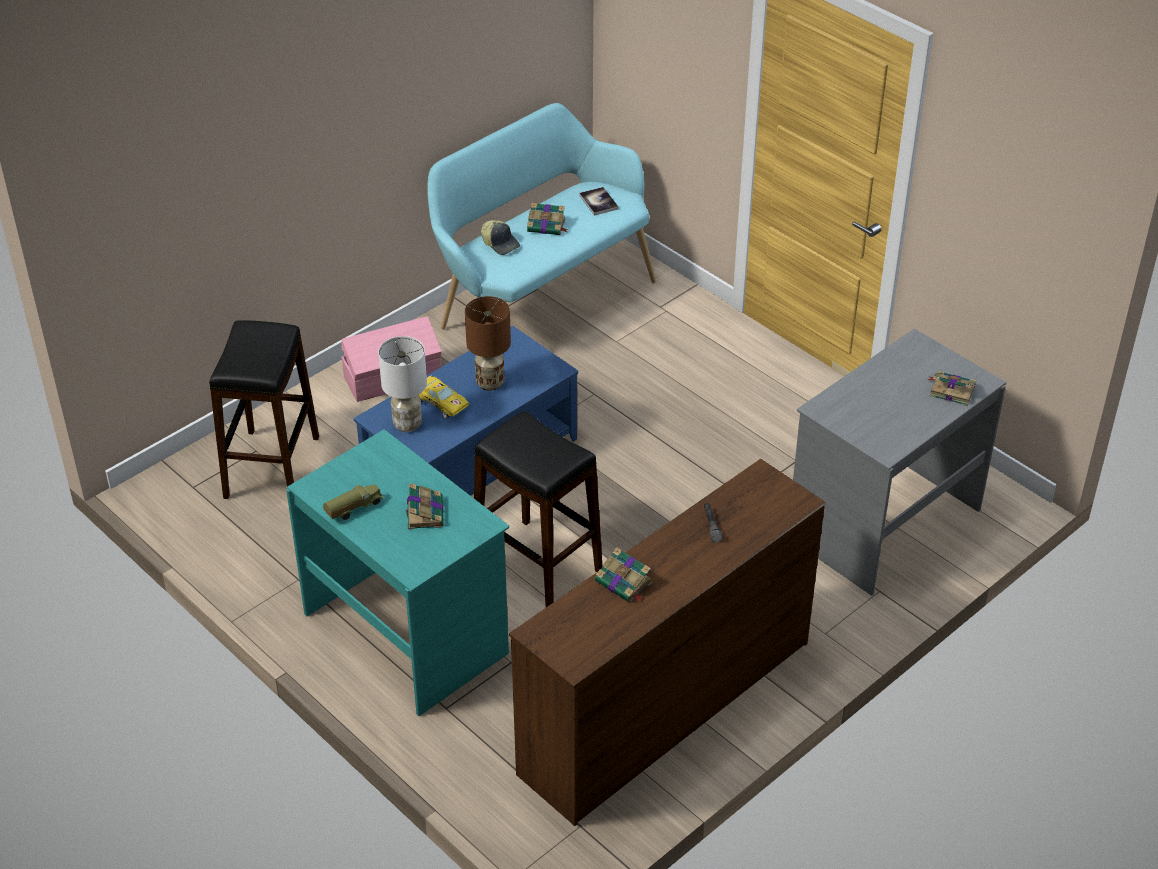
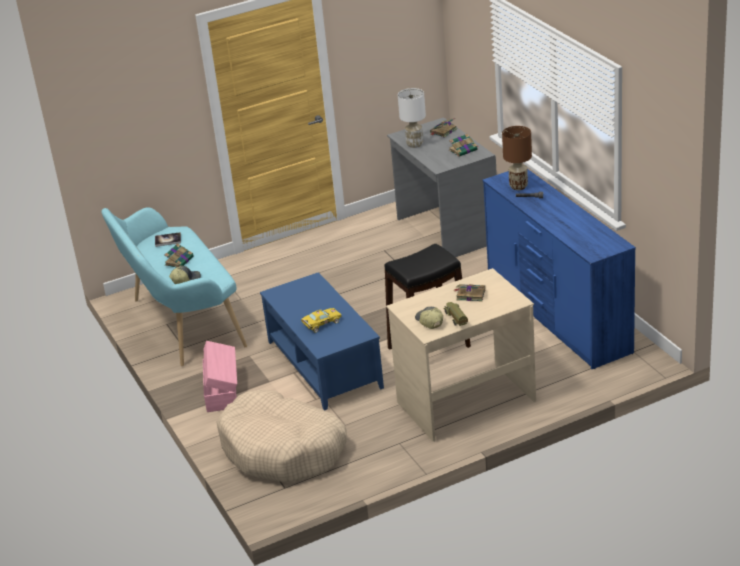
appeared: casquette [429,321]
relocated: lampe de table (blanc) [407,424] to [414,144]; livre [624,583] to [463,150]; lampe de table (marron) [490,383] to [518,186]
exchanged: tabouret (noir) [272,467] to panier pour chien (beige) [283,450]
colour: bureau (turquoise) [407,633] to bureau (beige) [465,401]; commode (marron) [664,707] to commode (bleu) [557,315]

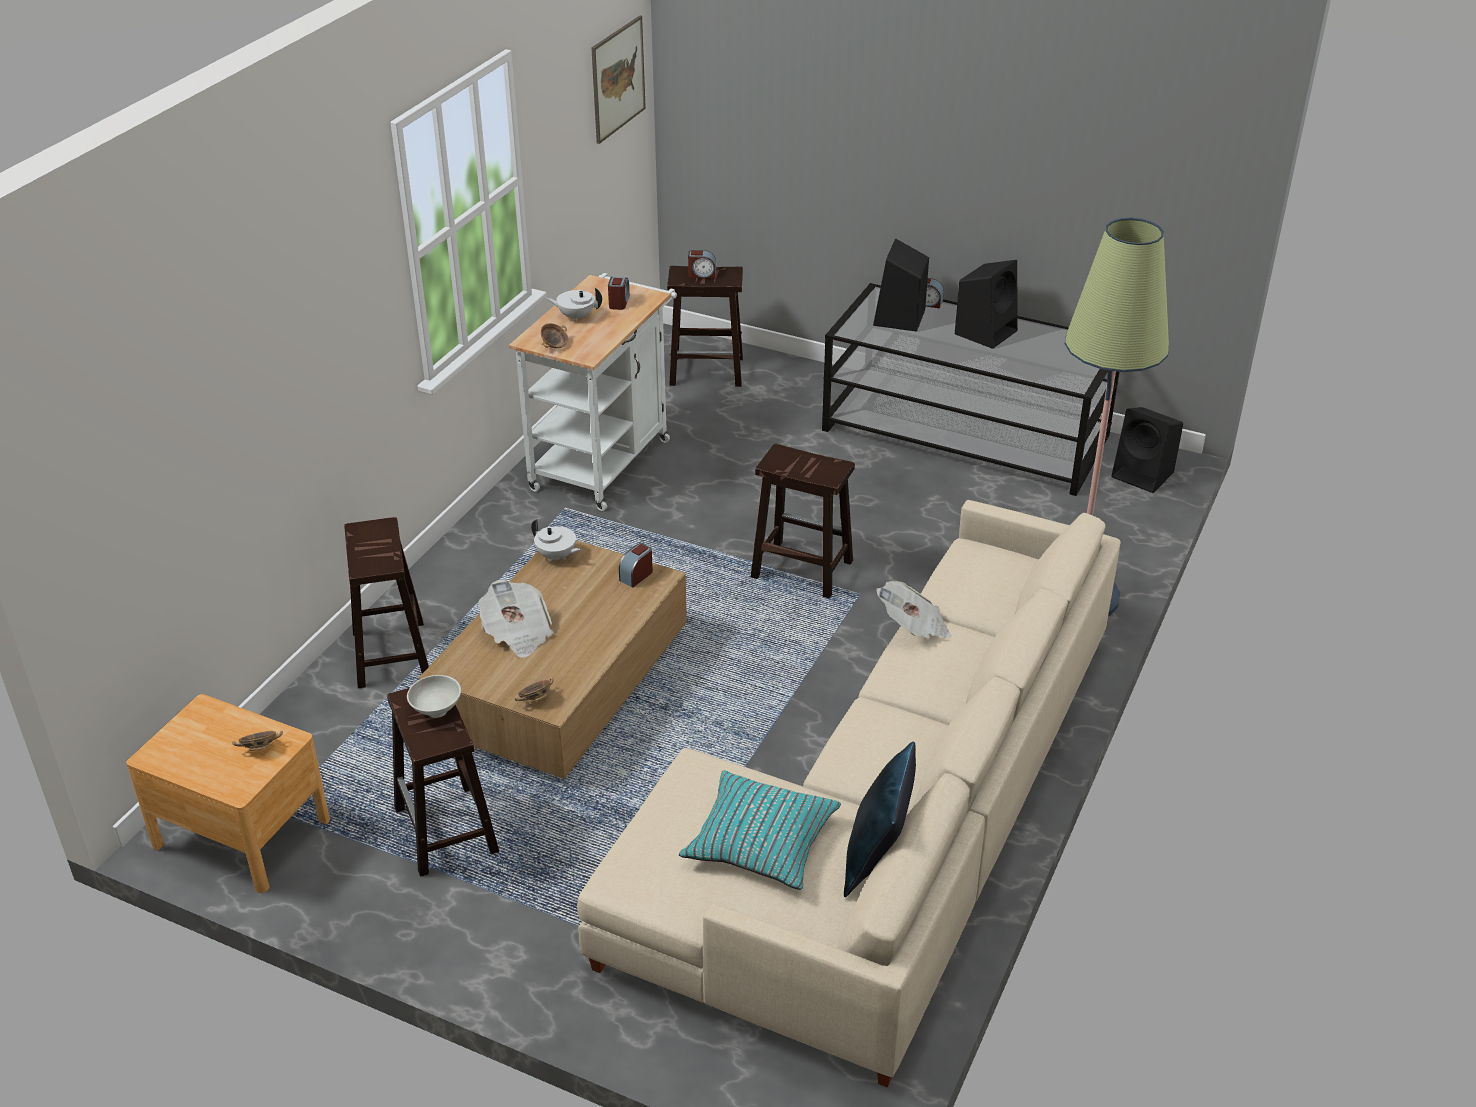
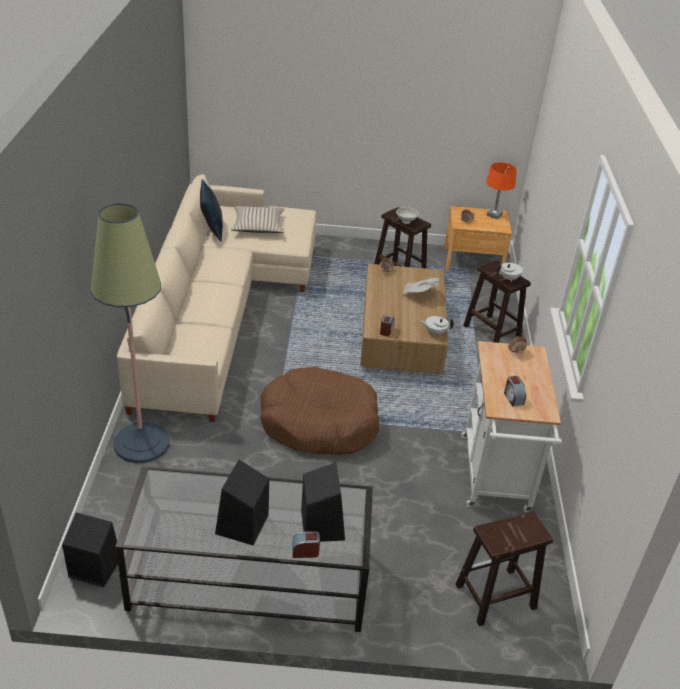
missing: tableau [618,79]; réveil [702,274]; journal [913,627]
appeared: lampe de table (orange) [494,215]
relocated: théière (blanc) [576,316] to [509,278]
exchanged: tabouret (marron) [800,569] to panier pour chien (marron) [319,423]
colour: coussin (turquoise) [760,841] to coussin (beige) [258,225]

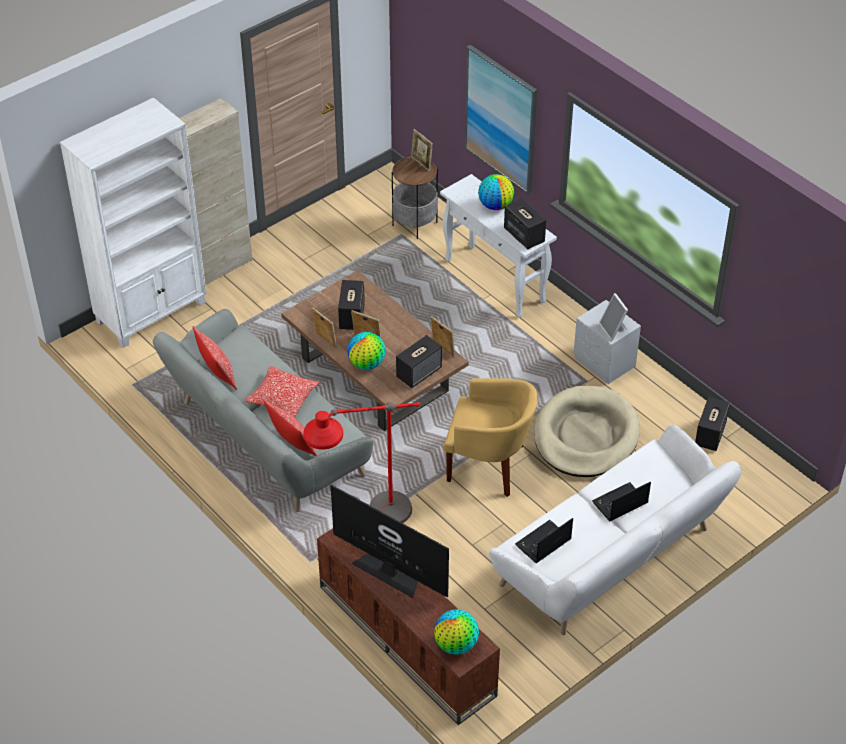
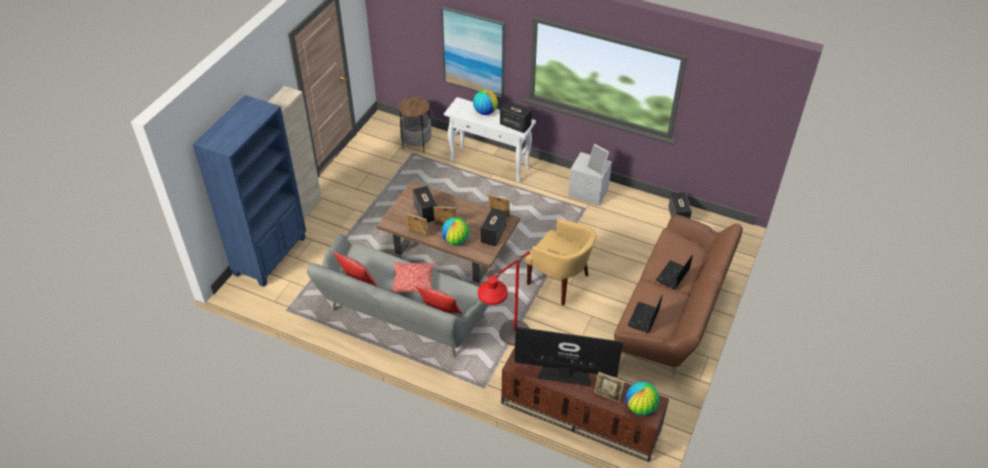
missing: panier pour chien (beige) [586,436]
relocated: cadre photo [421,163] to [607,396]
colour: bibliothèque (blanc) [152,312] to bibliothèque (bleu) [271,256]; canapé (blanc) [611,559] to canapé (marron) [671,315]
spun: fauteuil (jaune) [489,465] = [559,282] 45 degrees clockwise

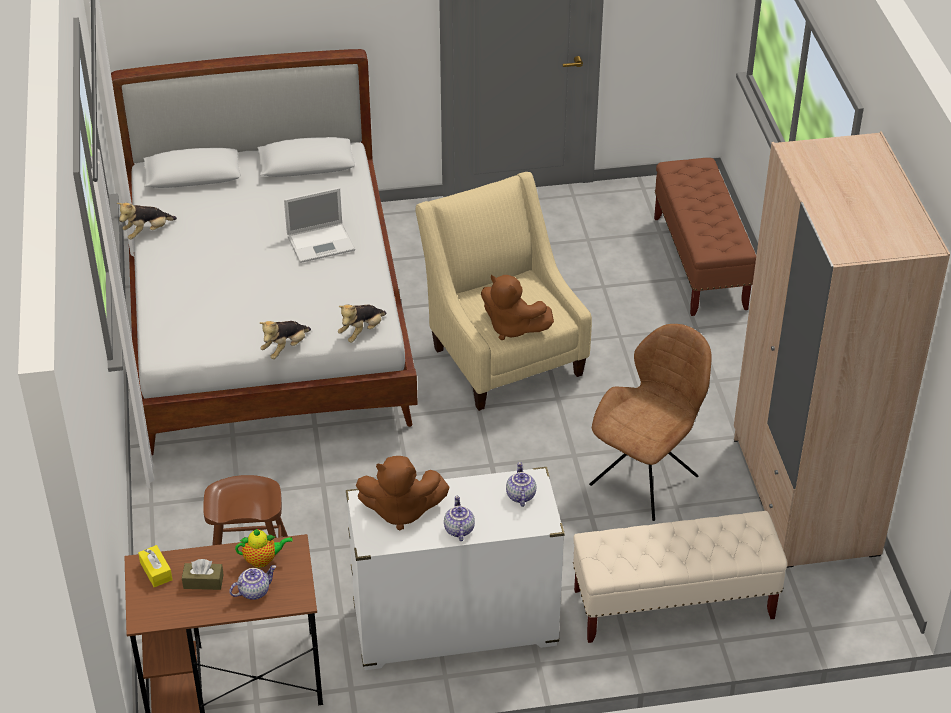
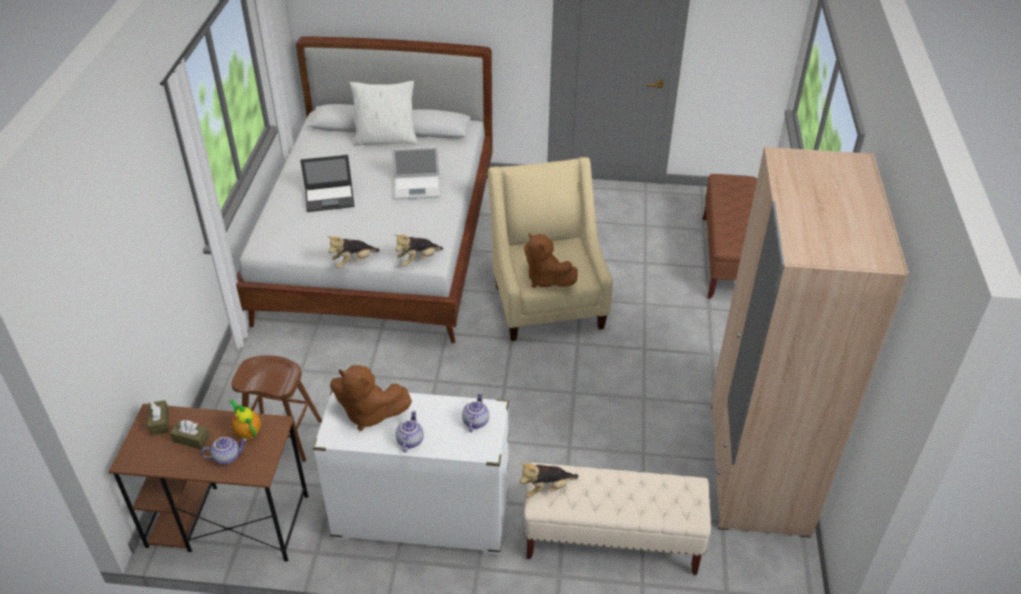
missing: chaise (marron) [646,478]
appeared: ordinateur portable [330,198]; coussin (blanc) [386,139]
relocated: peluche [147,232] to [546,488]
colour: boîte à mouchoirs (jaune) [156,571] to boîte à mouchoirs (marron) [159,422]
spun: théière [263,560] = [247,431] 135 degrees counterclockwise

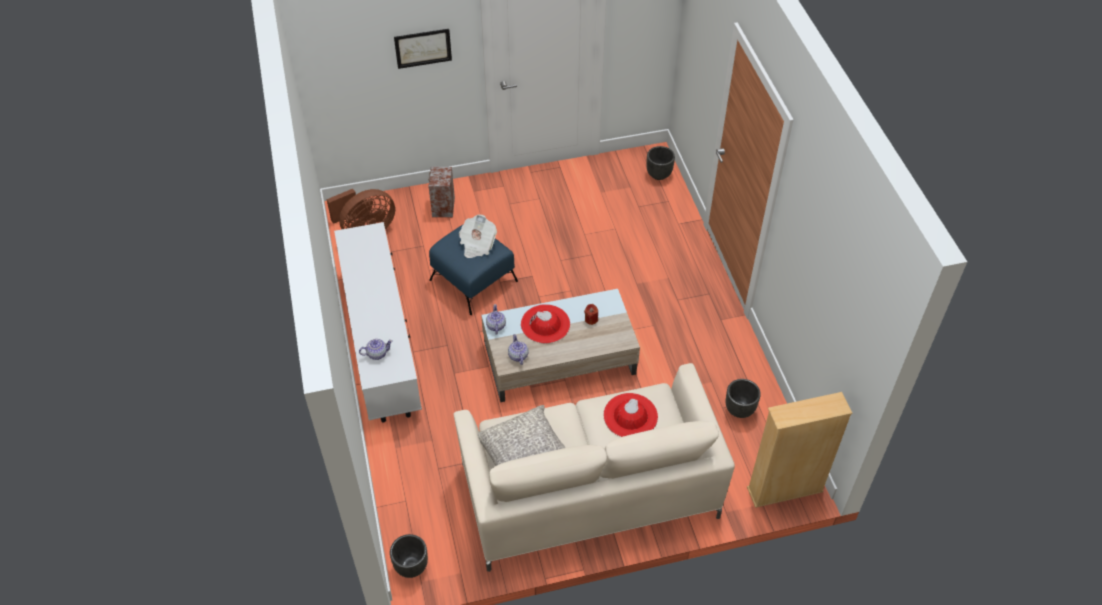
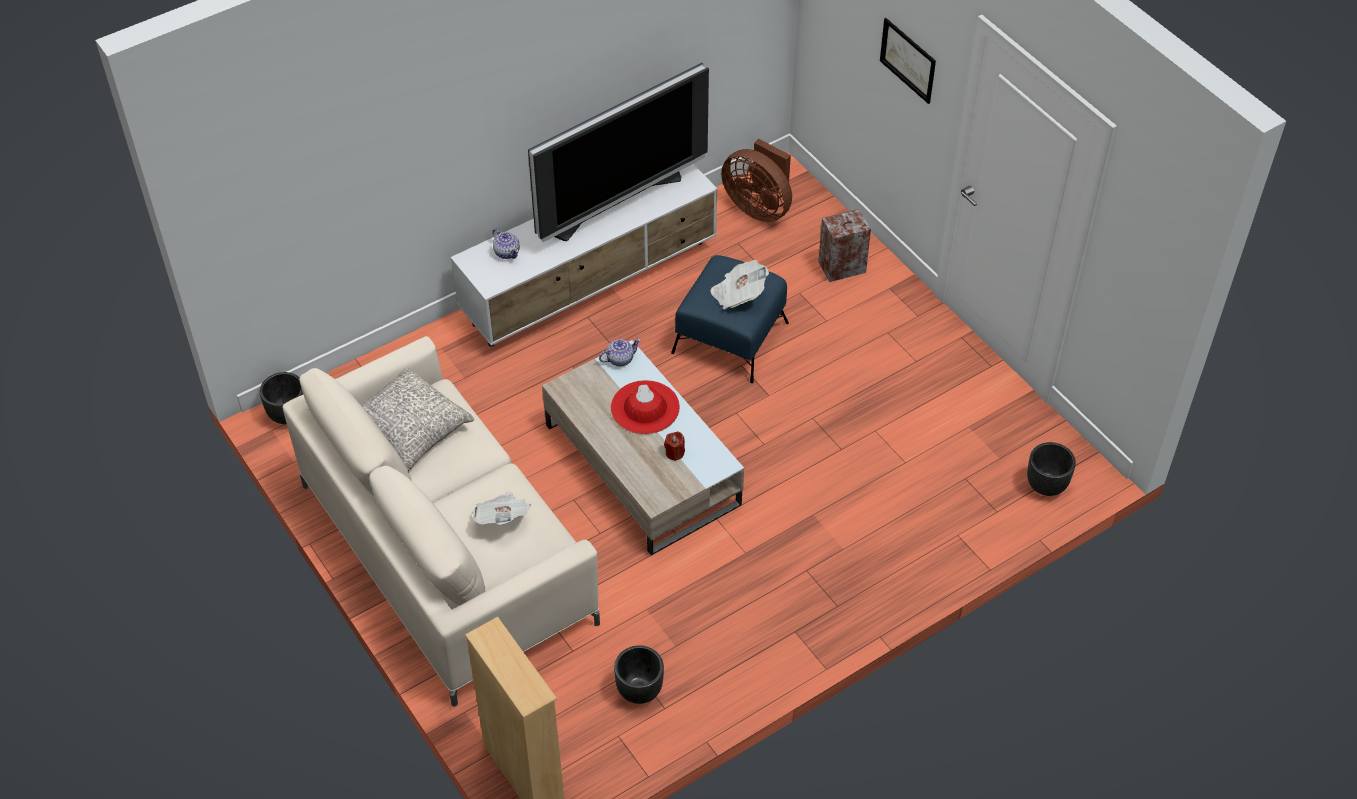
missing: théière [518,356]
appeared: téléviseur [616,202]
exchanged: chapeau (rouge) [630,416] to journal [502,518]

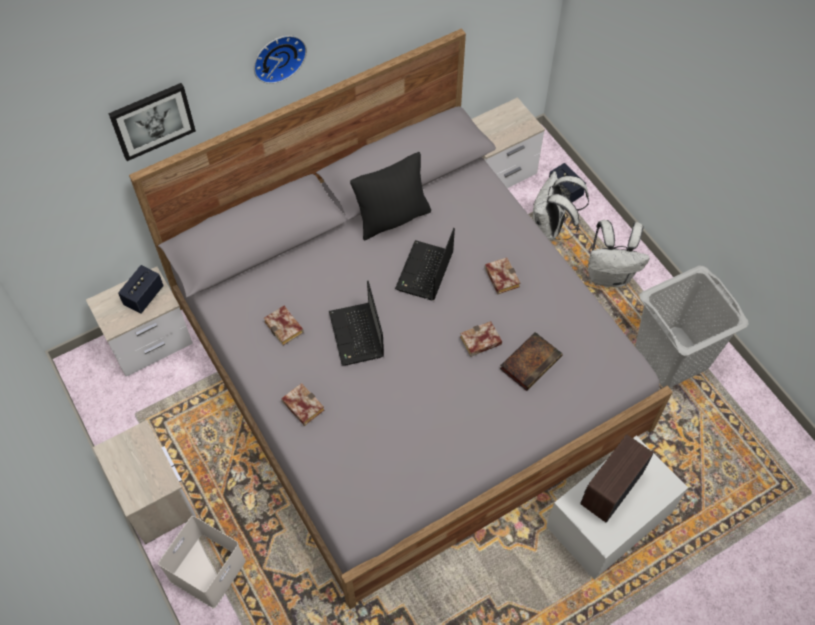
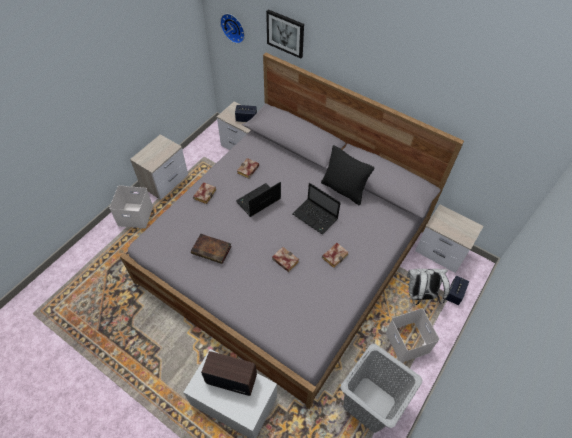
relocated: livre [531,362] to [212,250]; horloge murale [278,56] to [234,27]
exchanged: sac à dos (blanc) [609,275] to boîte de rangement (blanc) [408,342]
spun: ordinateur portable [424,273] = [316,217] 135 degrees counterclockwise

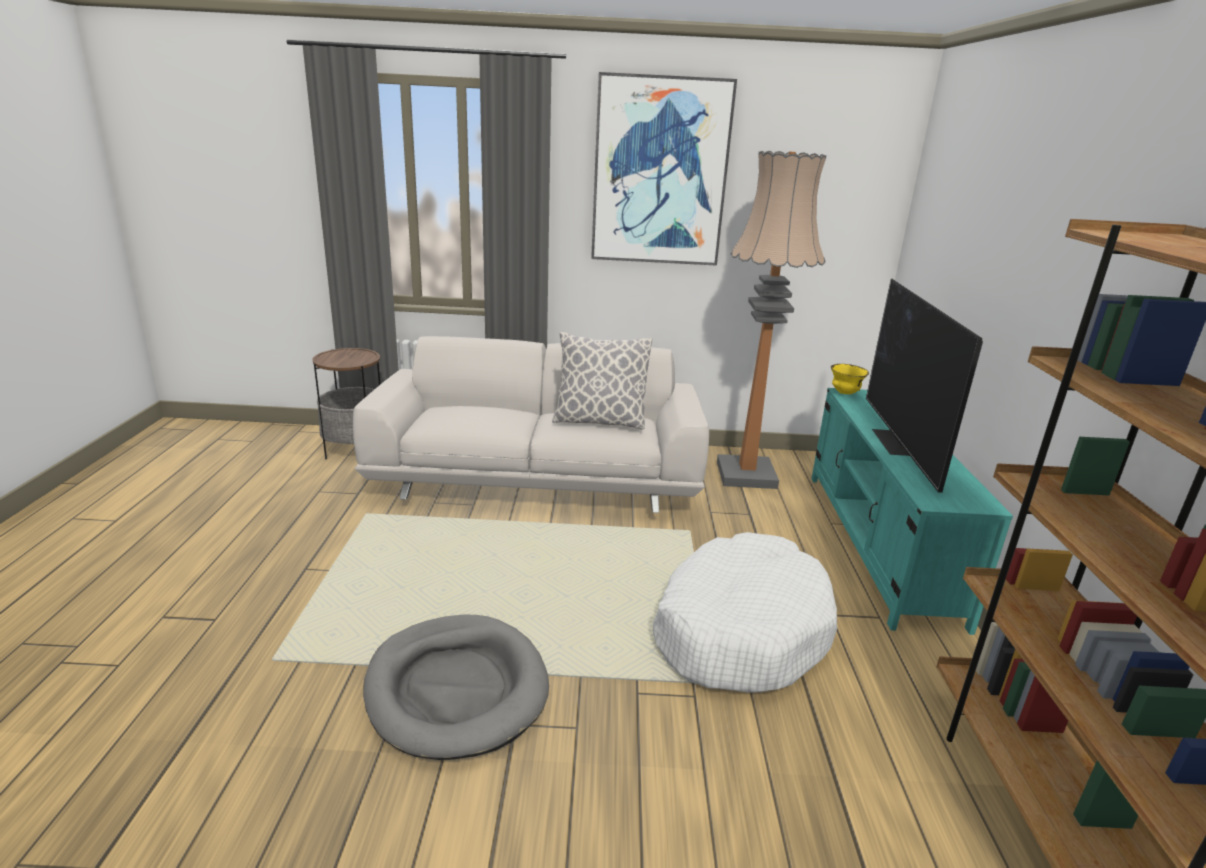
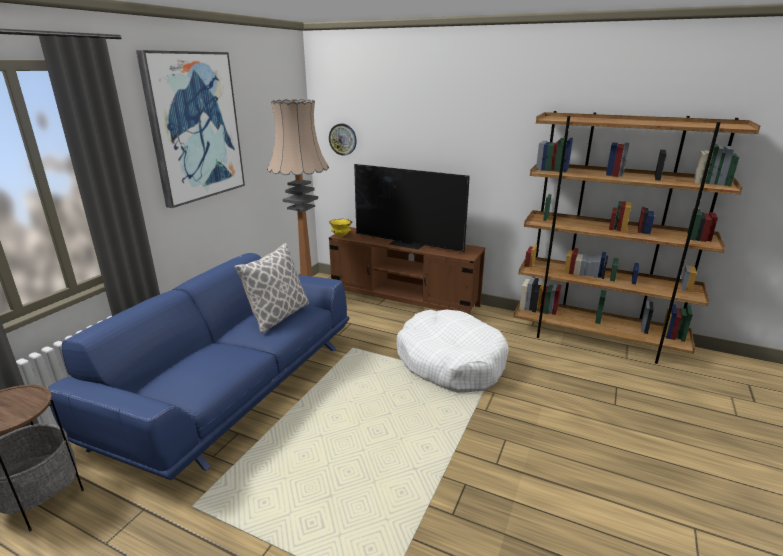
missing: panier pour chien (gris) [457,689]
appeared: horloge murale [343,139]
colour: canapé (blanc) [539,479] to canapé (bleu) [232,390]; meuble télé (turquoise) [879,544] to meuble télé (marron) [404,299]

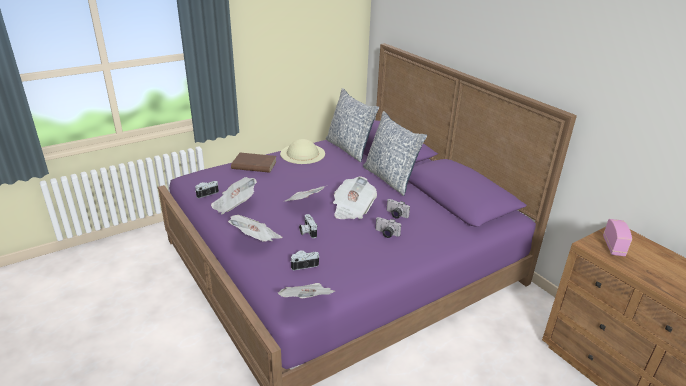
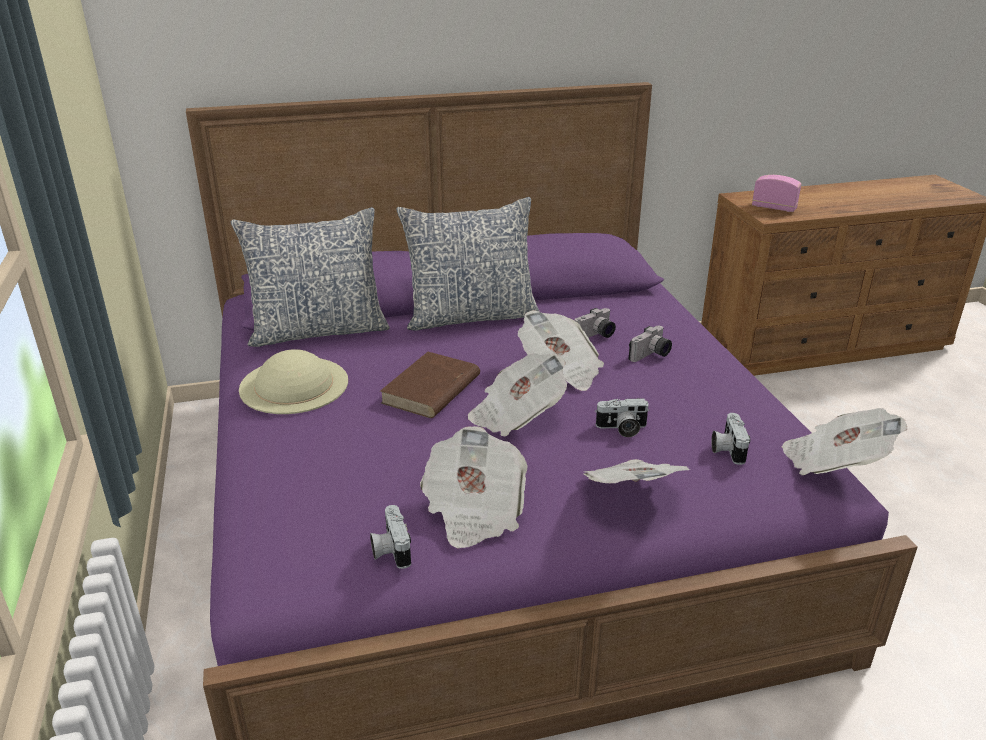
relocated: livre (marron) [253,165] to [431,390]

